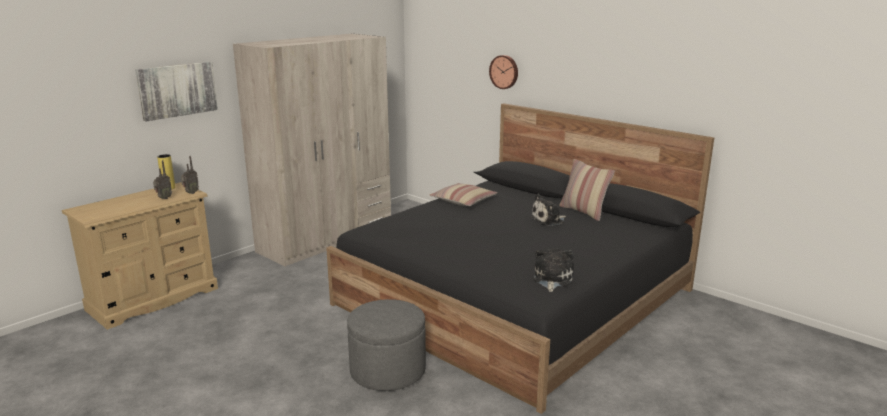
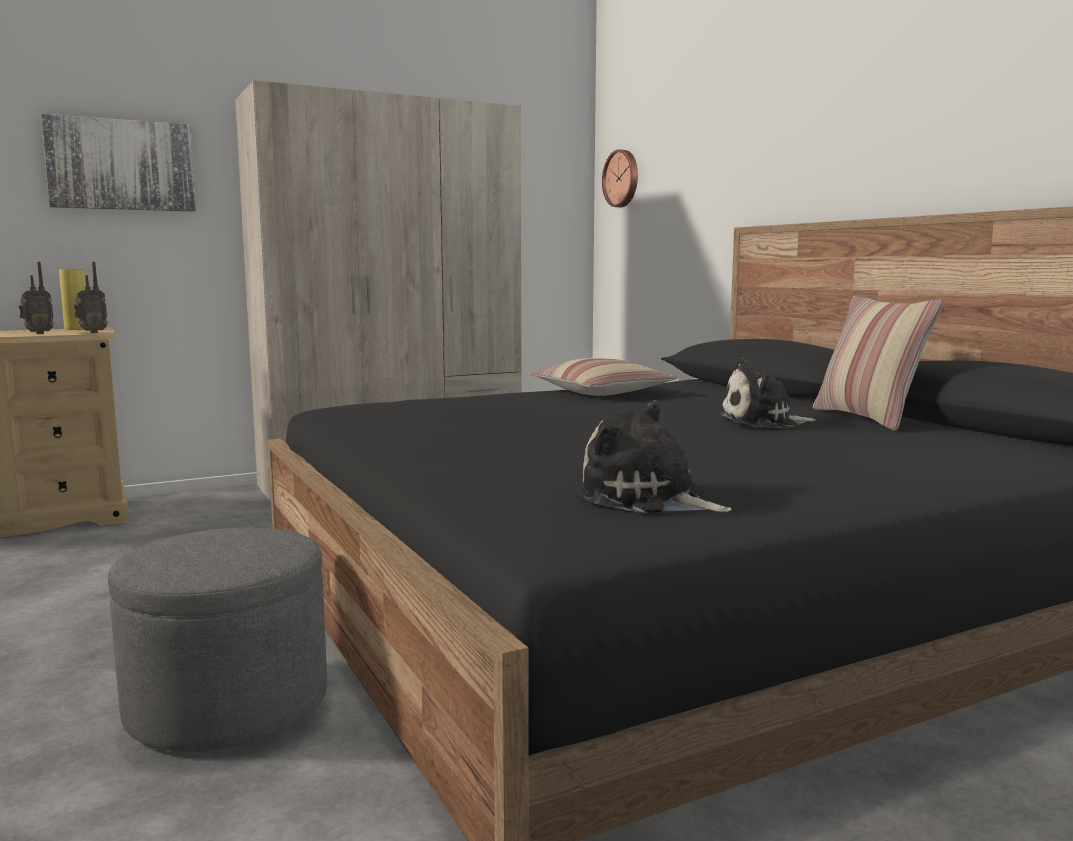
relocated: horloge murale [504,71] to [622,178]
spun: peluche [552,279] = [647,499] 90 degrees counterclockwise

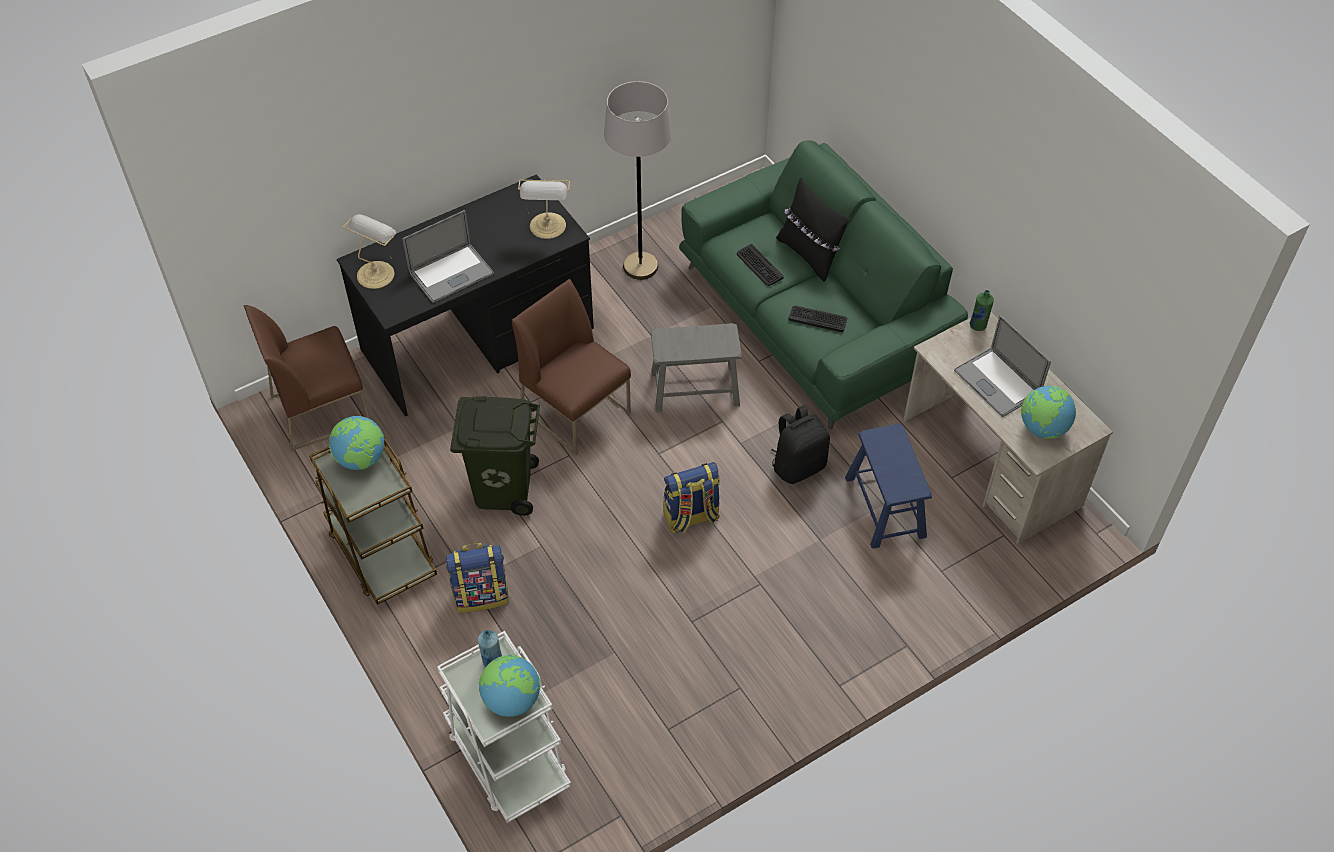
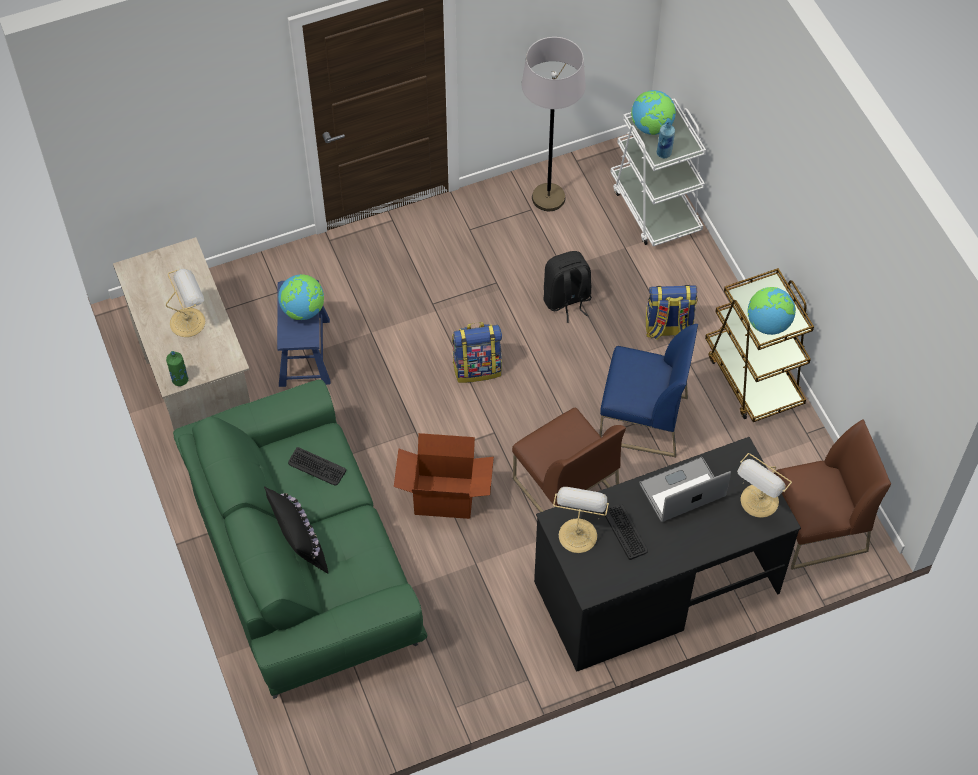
relocated: globe [1042,428] to [303,310]; lampadaire (gris) [640,266] to [548,198]; sac à dos (noir) [798,466] to [567,300]; clavier [759,265] to [625,531]
exchanged: ordinateur portable [997,382] to lampe de table [189,321]; tabouret (gris) [695,388] to carton [444,495]; poubelle (vert) [503,488] to chaise (bleu) [642,420]

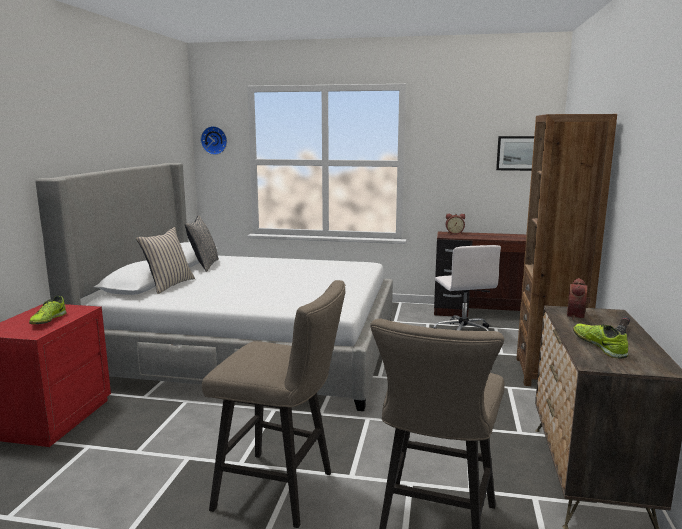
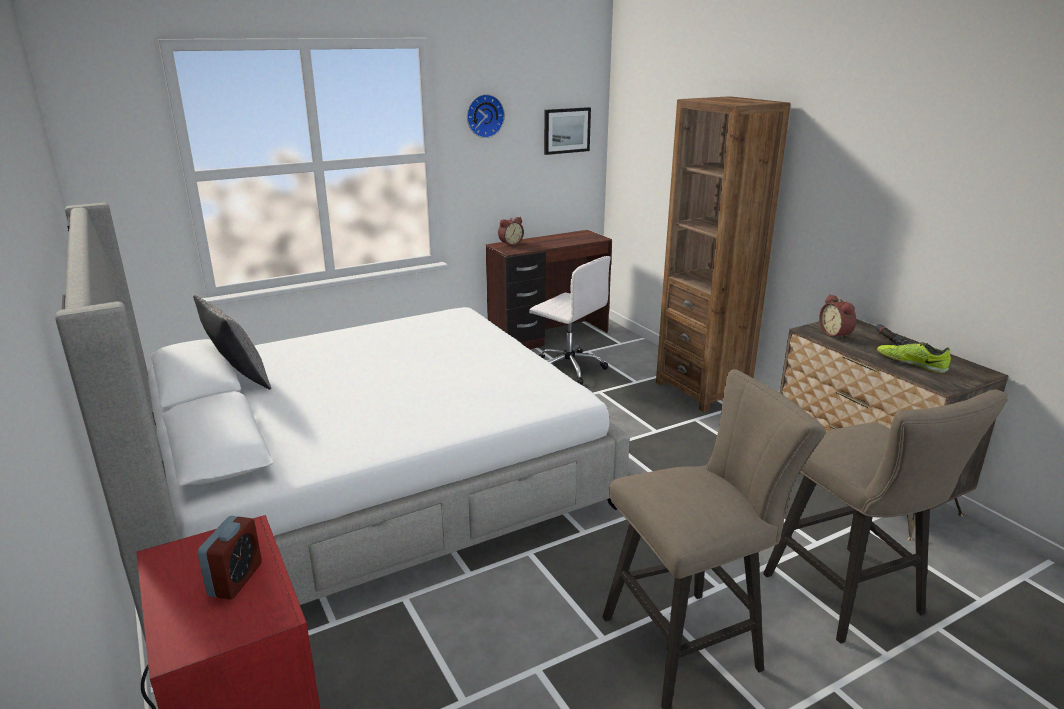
missing: coussin (beige) [168,285]
relocated: horloge murale [214,140] to [484,115]
exchanged: chaussure [48,320] to réveil [235,580]

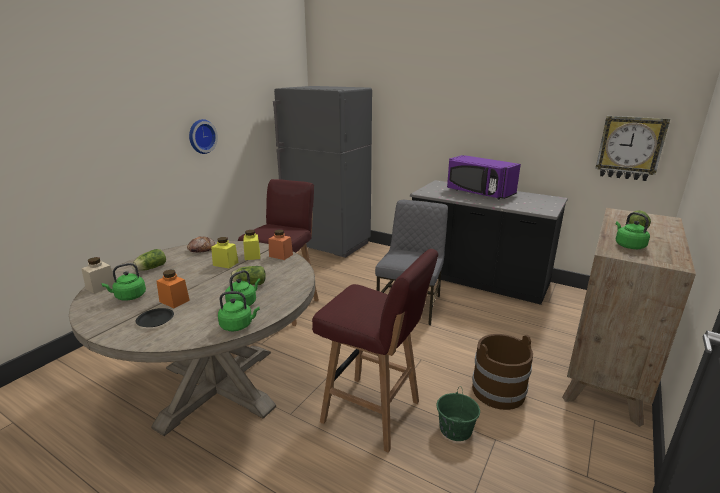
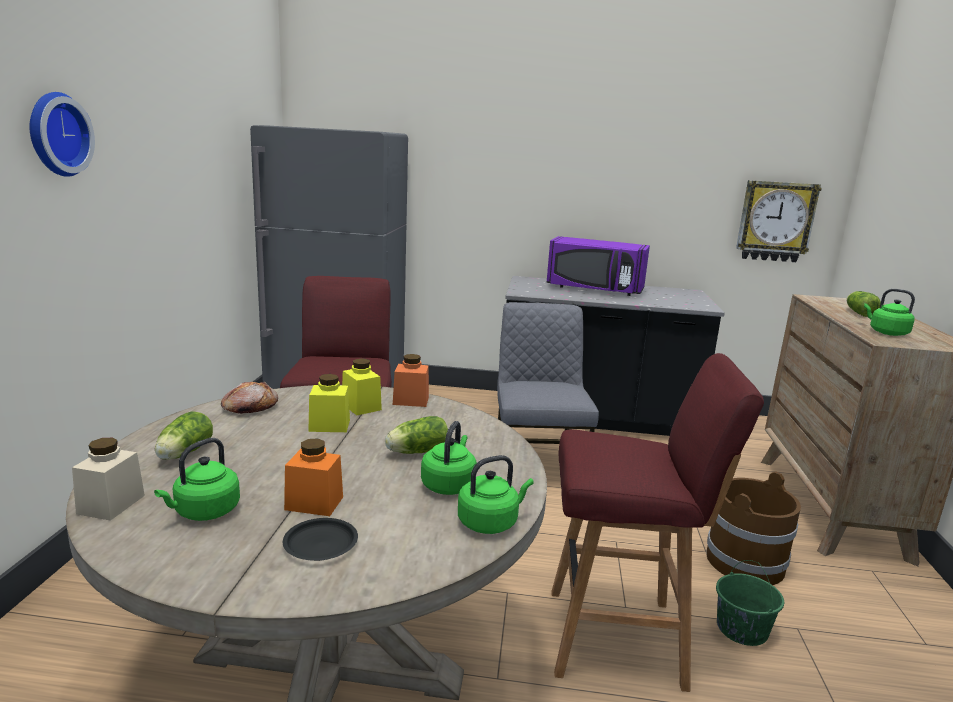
relocated: horloge murale [201,136] to [55,134]

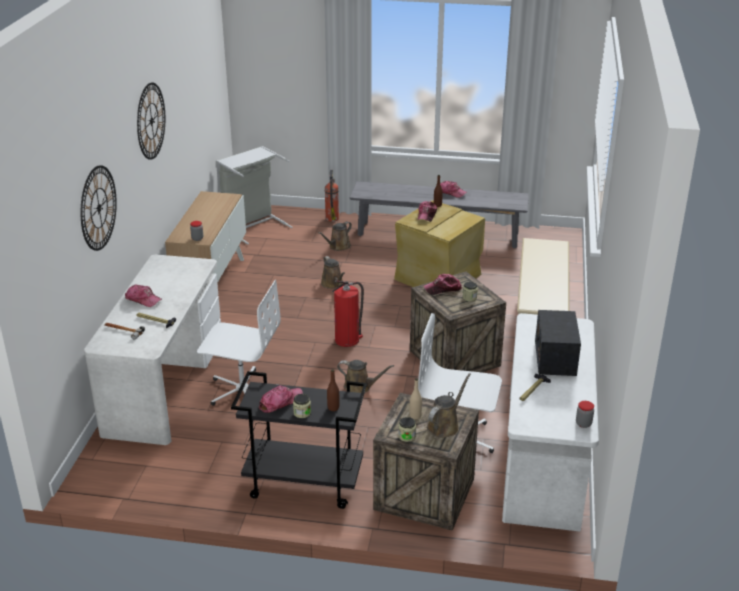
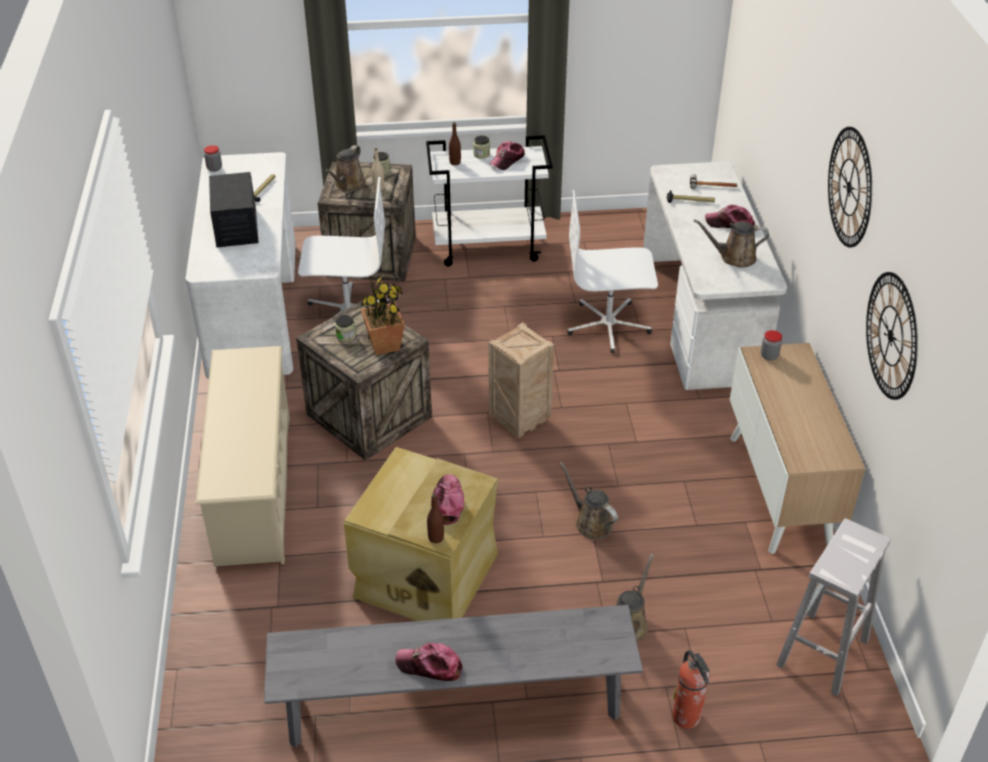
relocated: arrosoir (marron) [360,387] to [734,257]; horloge murale [98,208] to [891,335]
exchanged: casquette [443,289] to plante en pot [384,345]; extincteur [347,340] to caisse [520,418]; panier à linge (gris) [253,226] to tabouret (blanc) [822,654]
colour: chariot (noir) [302,484] to chariot (blanc) [489,246]

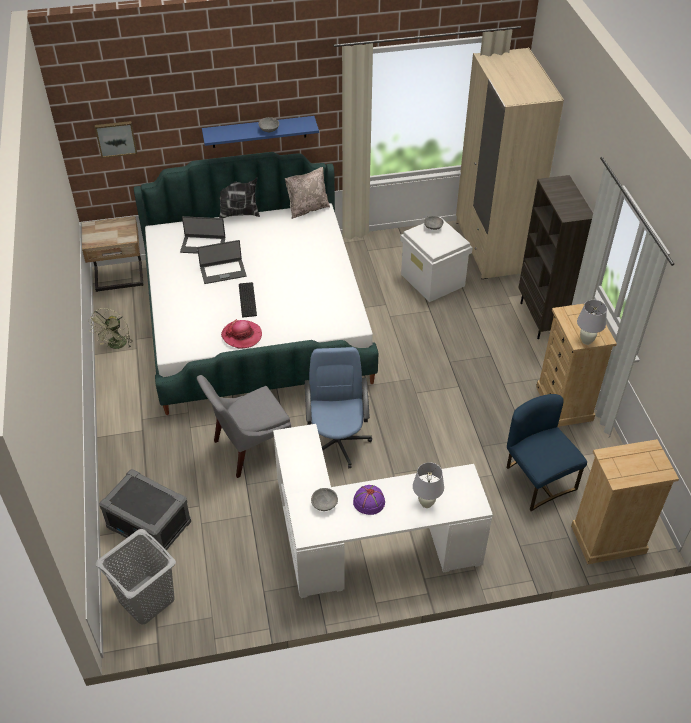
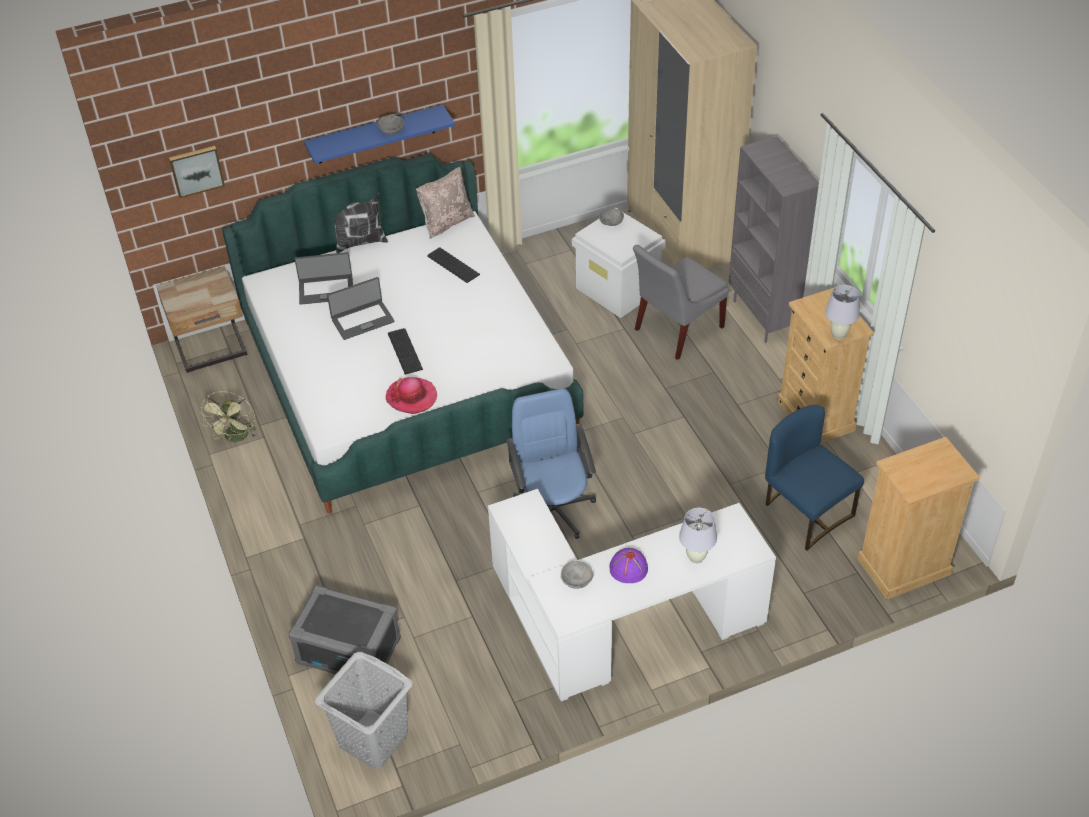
appeared: clavier [453,264]
relocated: chaise (gris) [248,448] to [676,330]
colour: bibliothèque (marron) [541,319] to bibliothèque (gris) [764,317]

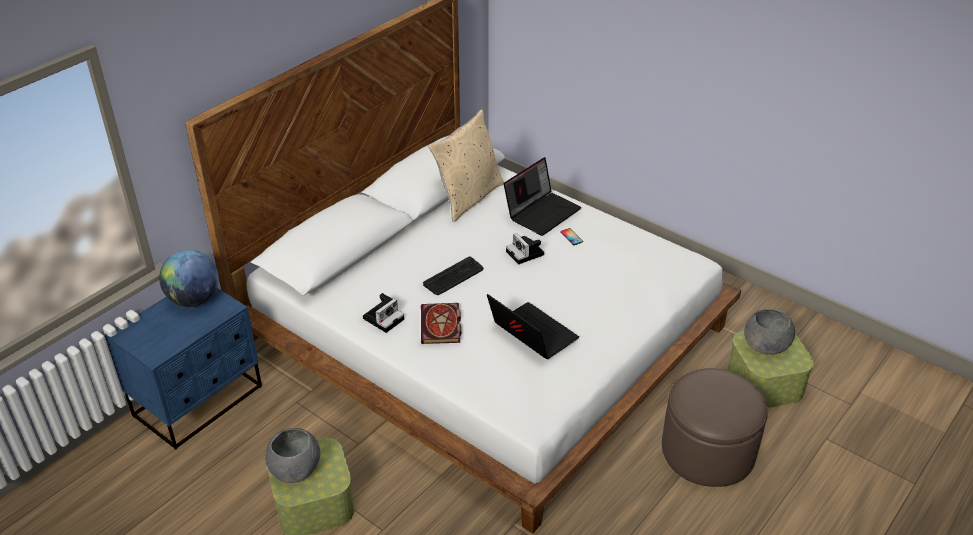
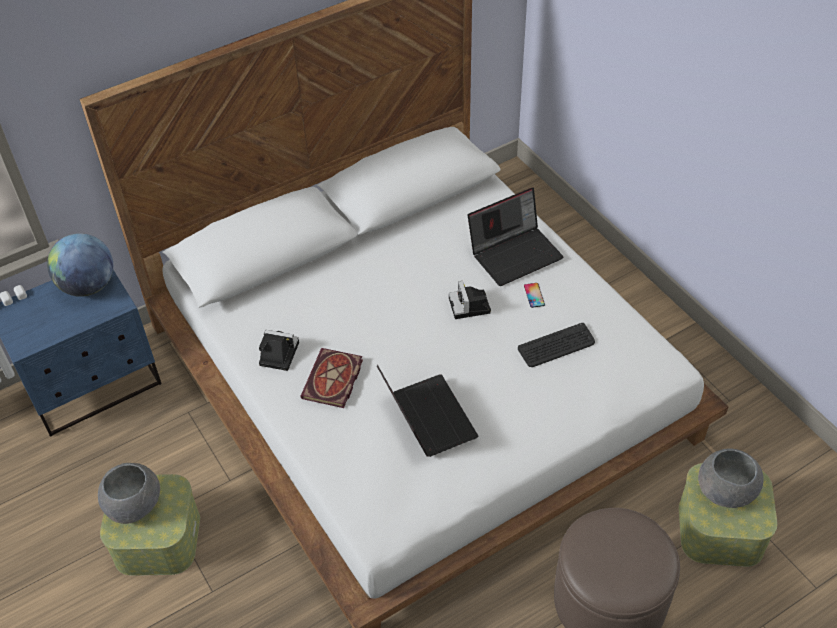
missing: coussin (beige) [468,197]
relocated: clavier [454,277] to [556,346]
spun: appareil photo [384,318] = [277,354] 135 degrees counterclockwise

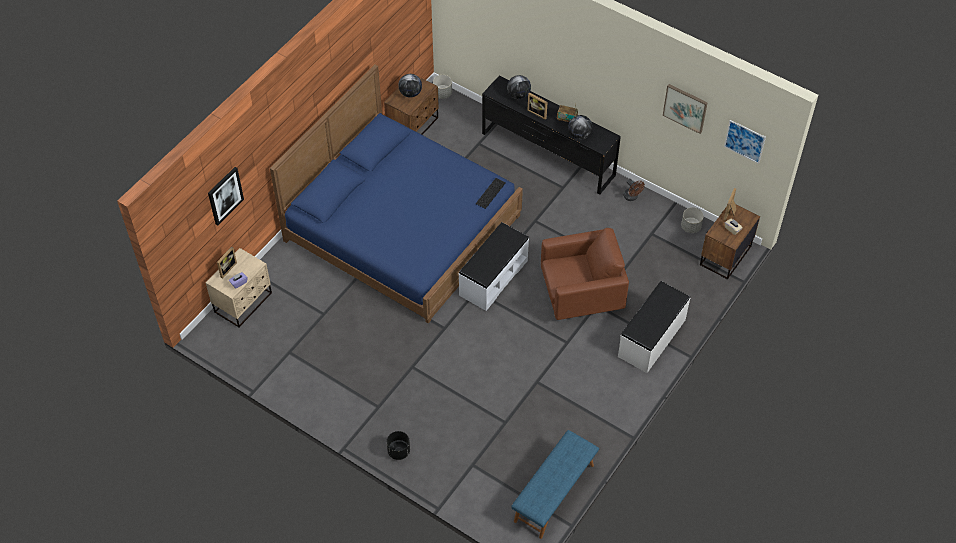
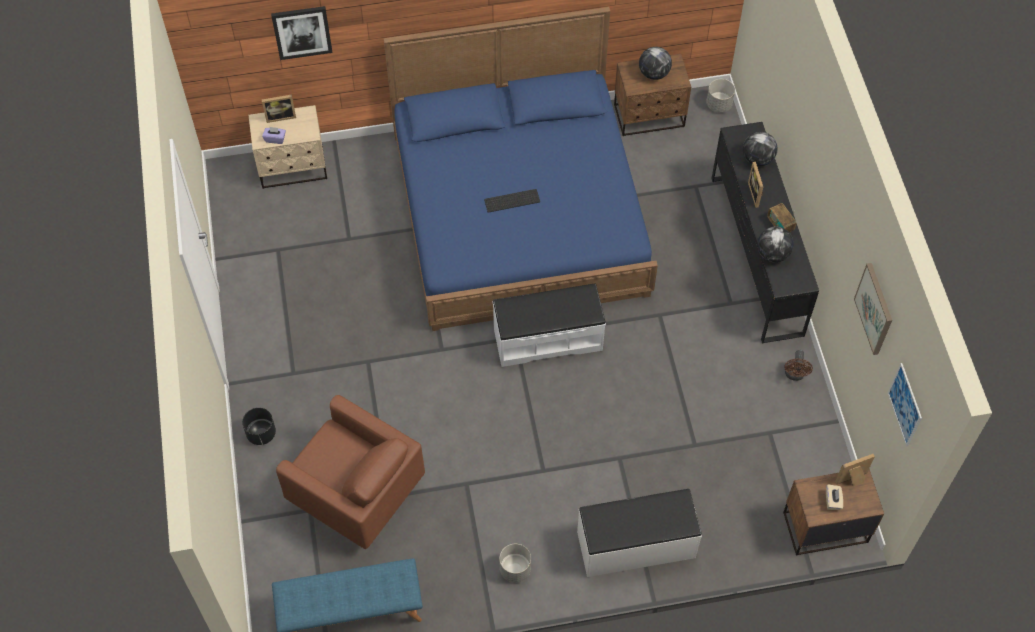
relocated: fauteuil (marron) [581,295] to [355,493]; clavier [490,192] to [512,200]; cache-pot (gris) [691,227] to [515,569]

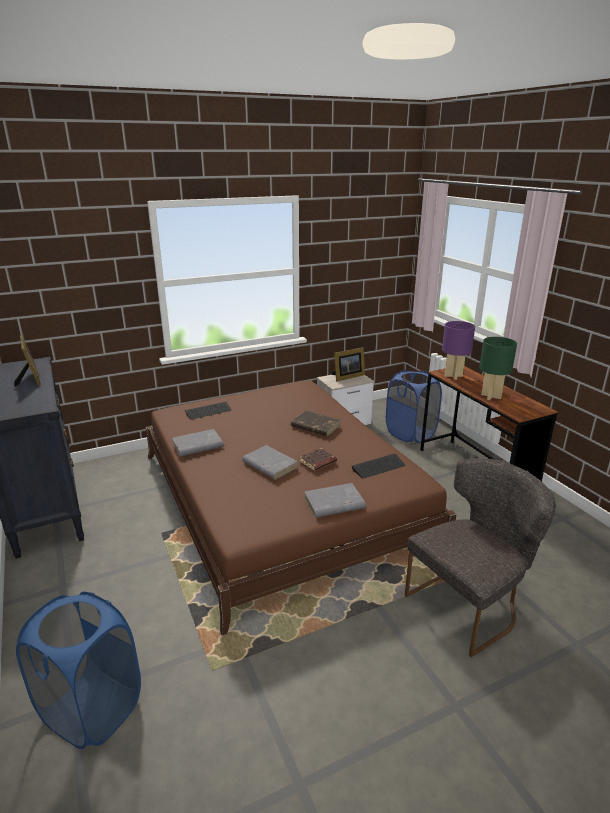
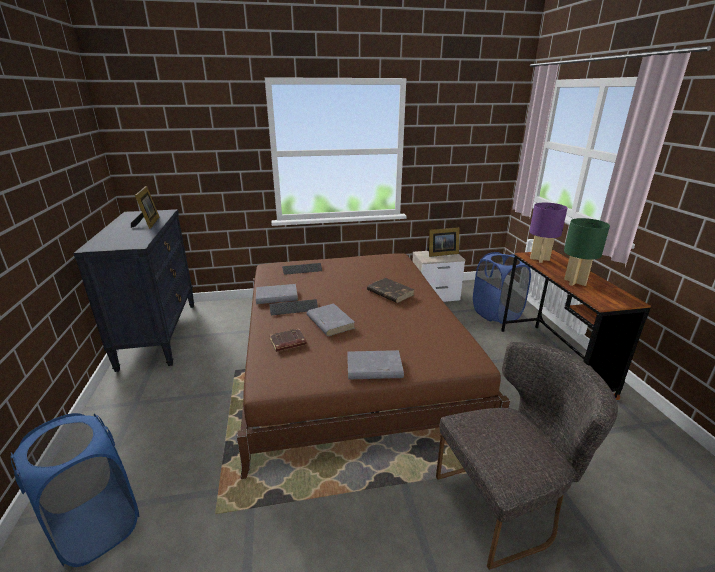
relocated: clavier [378,467] to [294,308]; livre (marron) [318,462] to [288,343]

